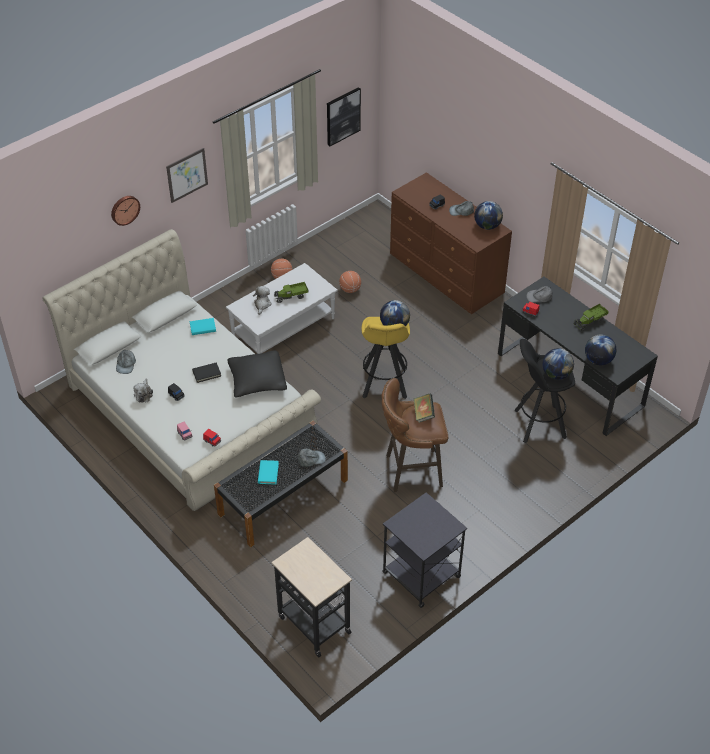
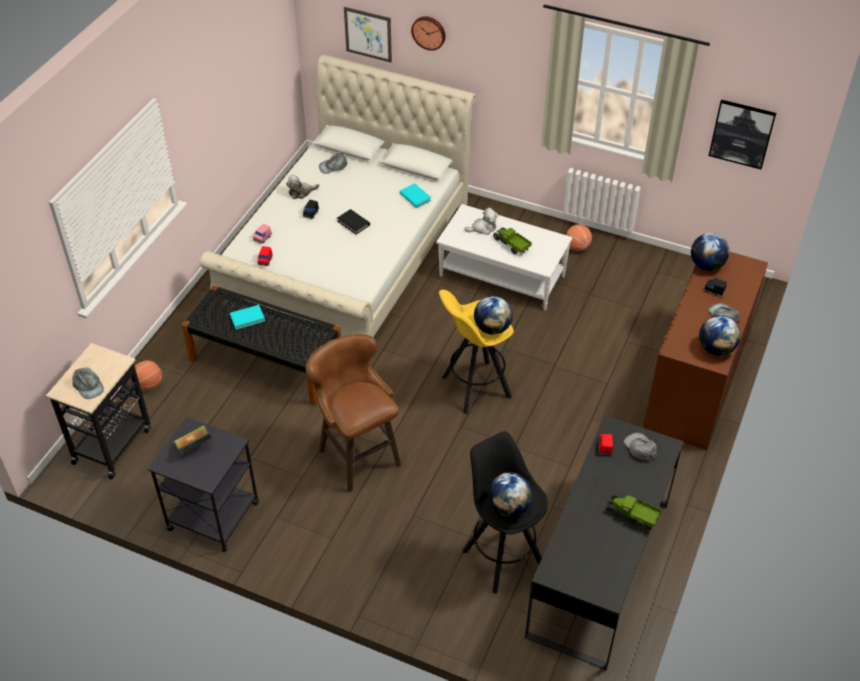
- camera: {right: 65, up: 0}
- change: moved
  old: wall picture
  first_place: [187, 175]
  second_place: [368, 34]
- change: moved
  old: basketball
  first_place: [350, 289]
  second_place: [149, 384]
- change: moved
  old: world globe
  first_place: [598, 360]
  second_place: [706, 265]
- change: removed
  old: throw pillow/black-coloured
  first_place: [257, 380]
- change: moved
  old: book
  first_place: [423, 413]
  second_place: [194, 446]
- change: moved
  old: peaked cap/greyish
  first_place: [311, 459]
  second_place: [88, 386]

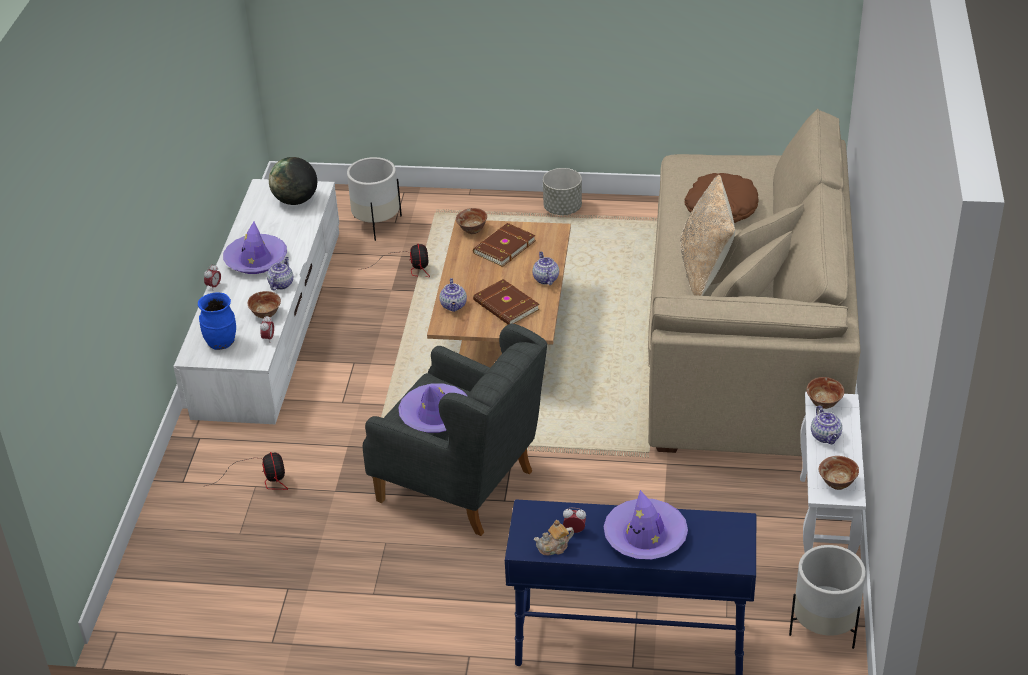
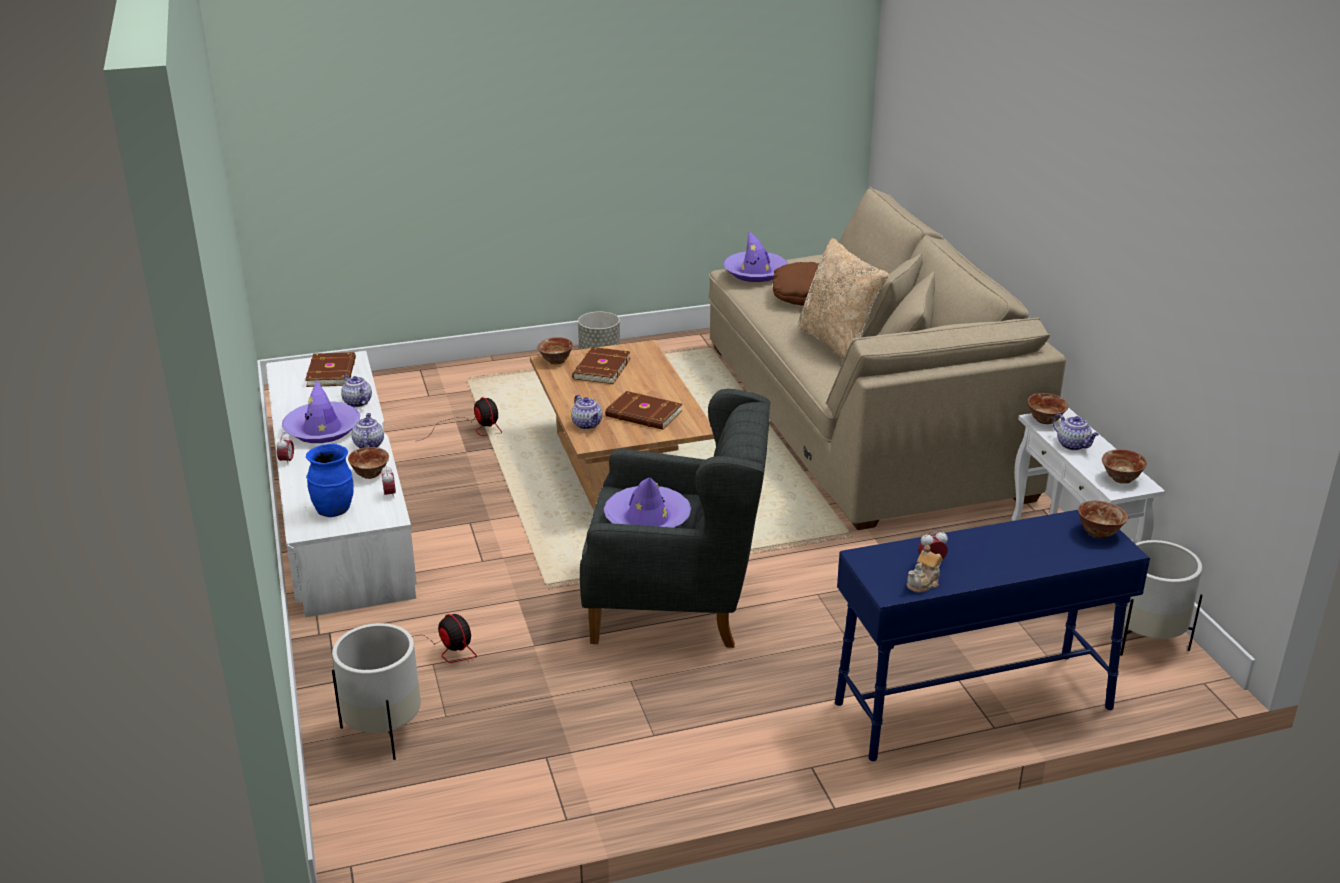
- camera: {right: -25, up: -10}
- change: replaced
  old: world globe
  new: book/brown-coloured
  first_place: [296, 200]
  second_place: [332, 372]
- change: moved
  old: plant pot/white
  first_place: [377, 224]
  second_place: [384, 731]
- change: moved
  old: pot for tea
  first_place: [545, 279]
  second_place: [357, 402]
- change: moved
  old: hat/purple-coloured
  first_place: [645, 536]
  second_place: [755, 273]
- change: added
  new: deep dish
  second_place: [1098, 533]

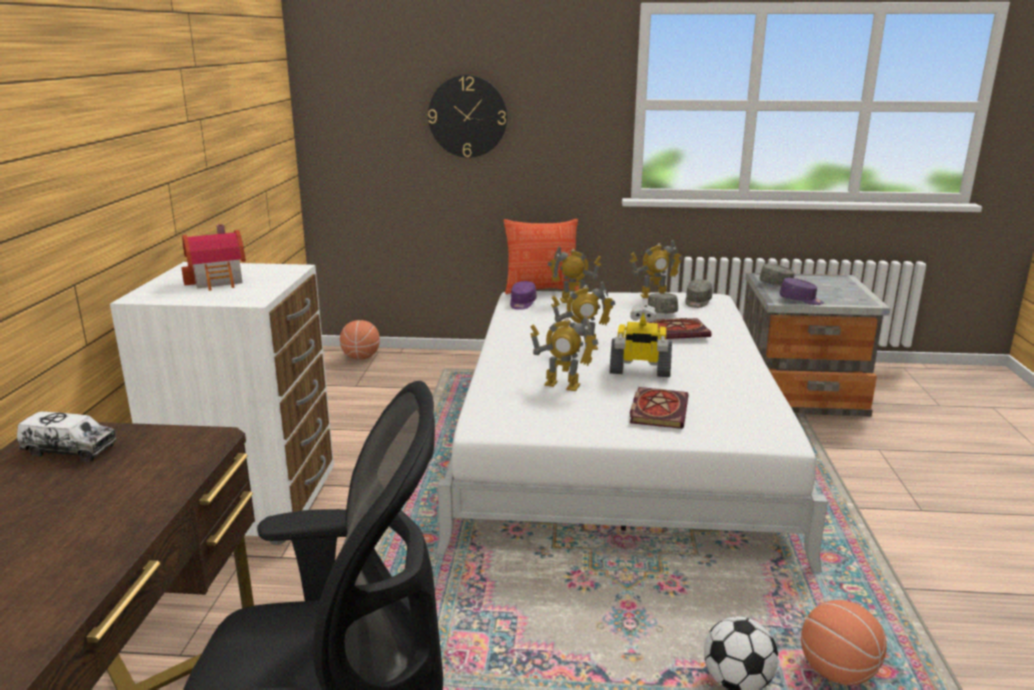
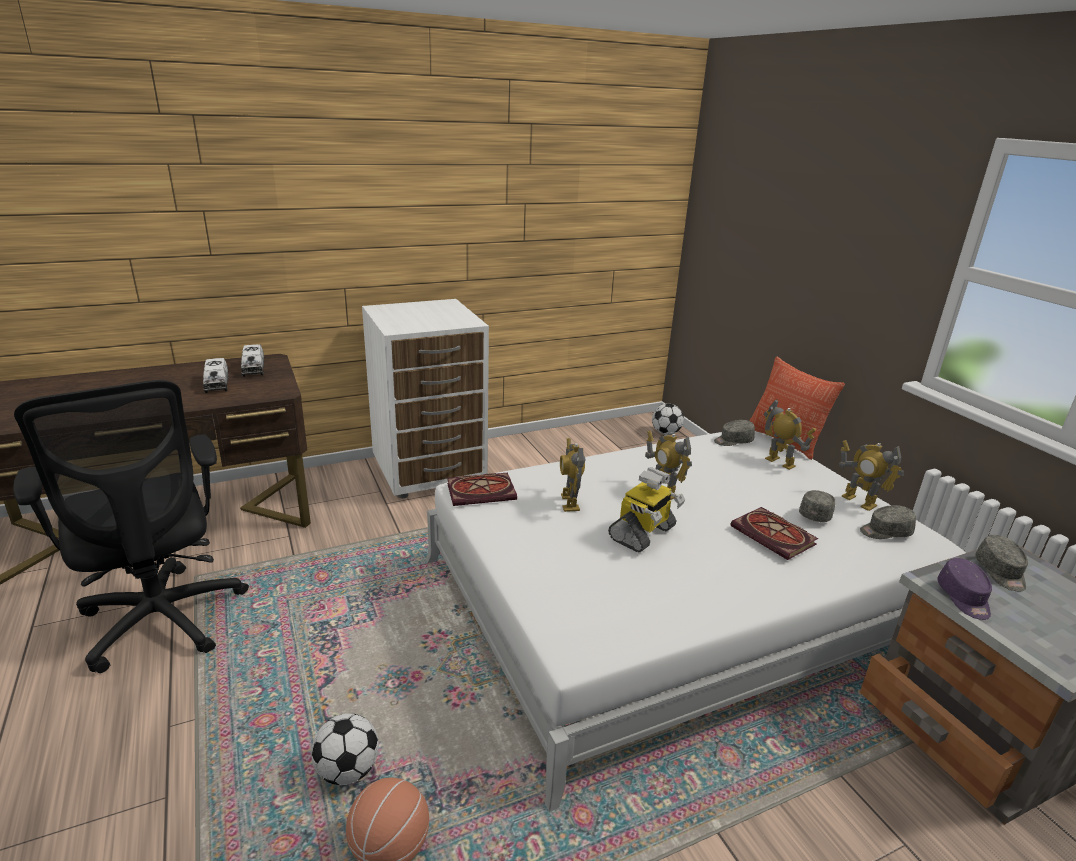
- camera: {right: 60, up: 5}
- change: removed
  old: hanging clock
  first_place: [467, 116]
- change: removed
  old: model house
  first_place: [219, 281]
- change: recoloured
  old: peaked cap/purple-coloured
  new: peaked cap/greyish
  first_place: [522, 303]
  second_place: [733, 441]
- change: turned
  old: toy robot
  first_place: [639, 370]
  second_place: [643, 533]
  degrees: -120
- change: replaced
  old: basketball
  new: football
  first_place: [361, 357]
  second_place: [666, 433]
- change: moved
  old: book
  first_place: [657, 410]
  second_place: [482, 491]
- change: added
  new: toy lorry
  second_place: [217, 384]

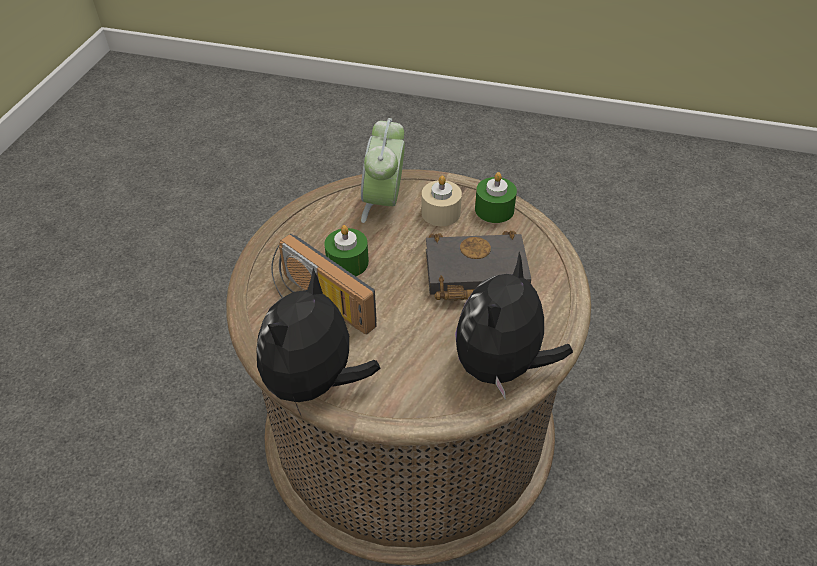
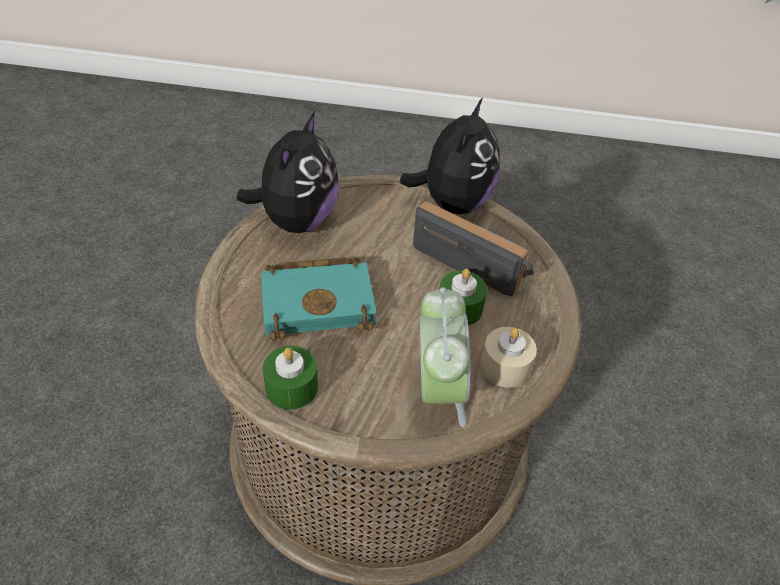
- camera: {right: 170, up: 0}
- change: moved
  old: candle/sand-coloured
  first_place: [441, 213]
  second_place: [505, 366]
- change: recoloured
  old: book/black-coloured
  new: book/turquoise
  first_place: [473, 275]
  second_place: [320, 301]

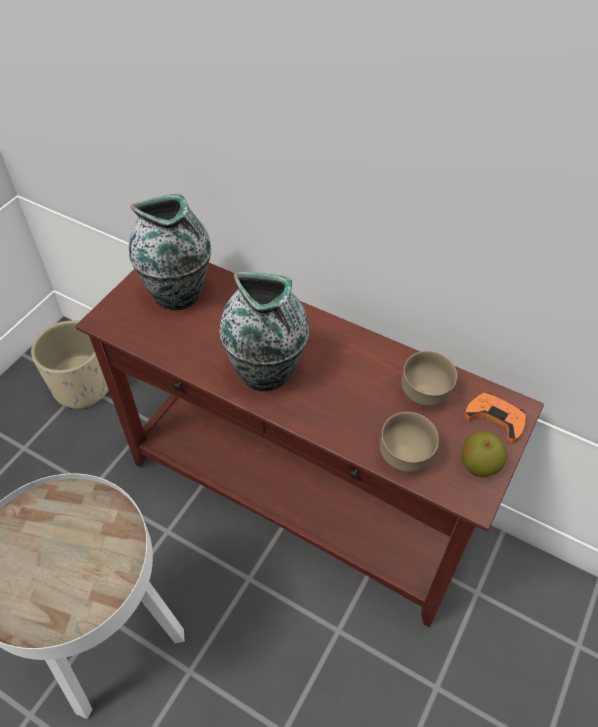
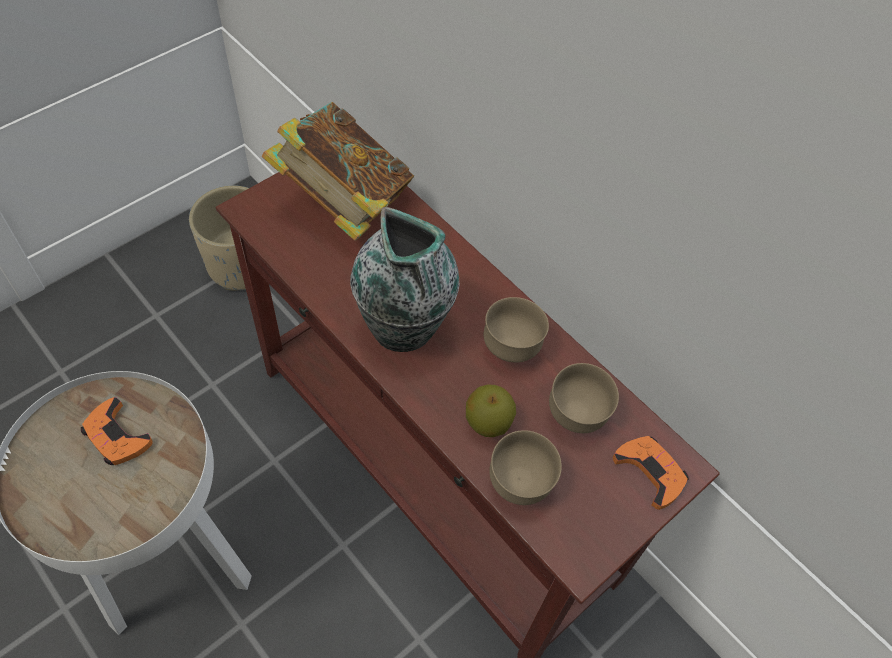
- camera: {right: 15, up: 5}
- change: replaced
  old: flower vase
  new: book
  first_place: [179, 294]
  second_place: [344, 202]
- change: moved
  old: apple
  first_place: [479, 465]
  second_place: [488, 422]
- change: added
  new: deep dish/brown-coloured
  second_place: [511, 347]
- change: added
  new: joypad/orange
  second_place: [116, 436]

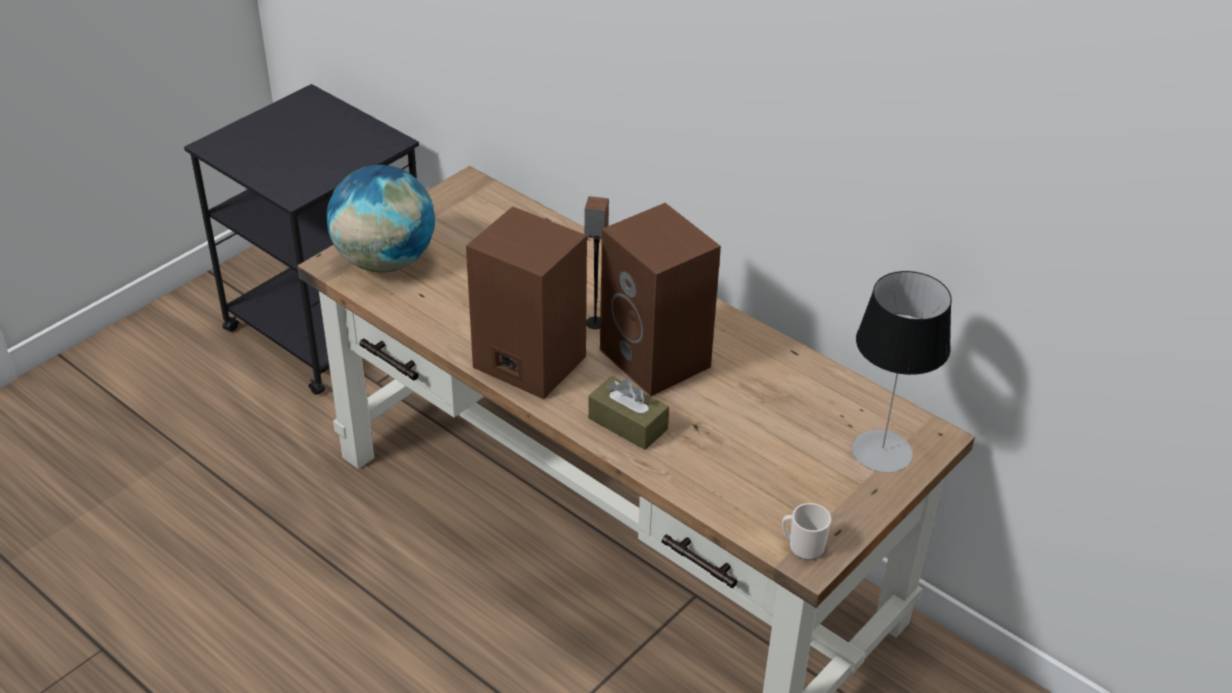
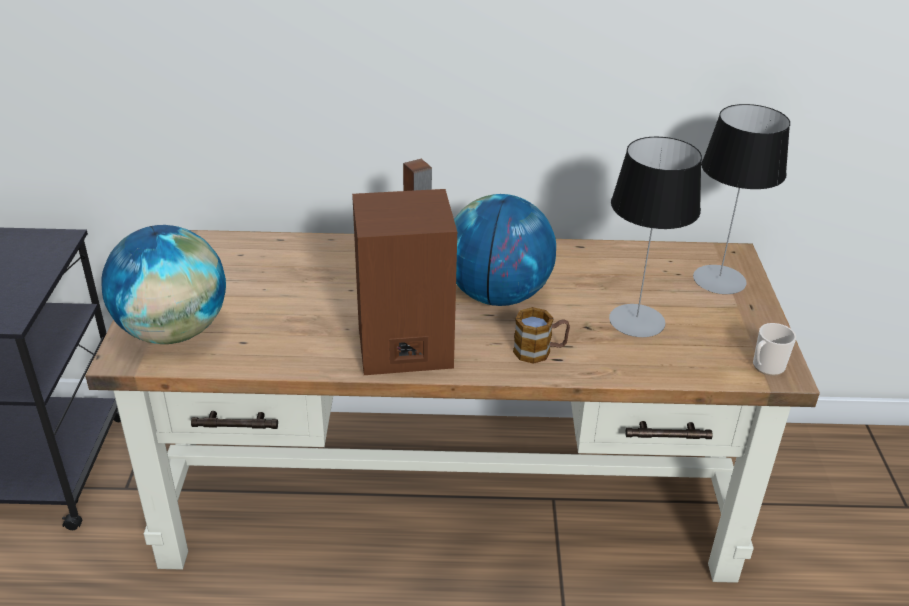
- camera: {right: -40, up: -5}
- change: replaced
  old: loudspeaker/brown-coloured
  new: world globe
  first_place: [658, 359]
  second_place: [497, 295]
- change: replaced
  old: box of tissues/brown-coloured
  new: mug
  first_place: [628, 424]
  second_place: [540, 351]
- change: added
  new: lamp for a table
  second_place: [636, 320]

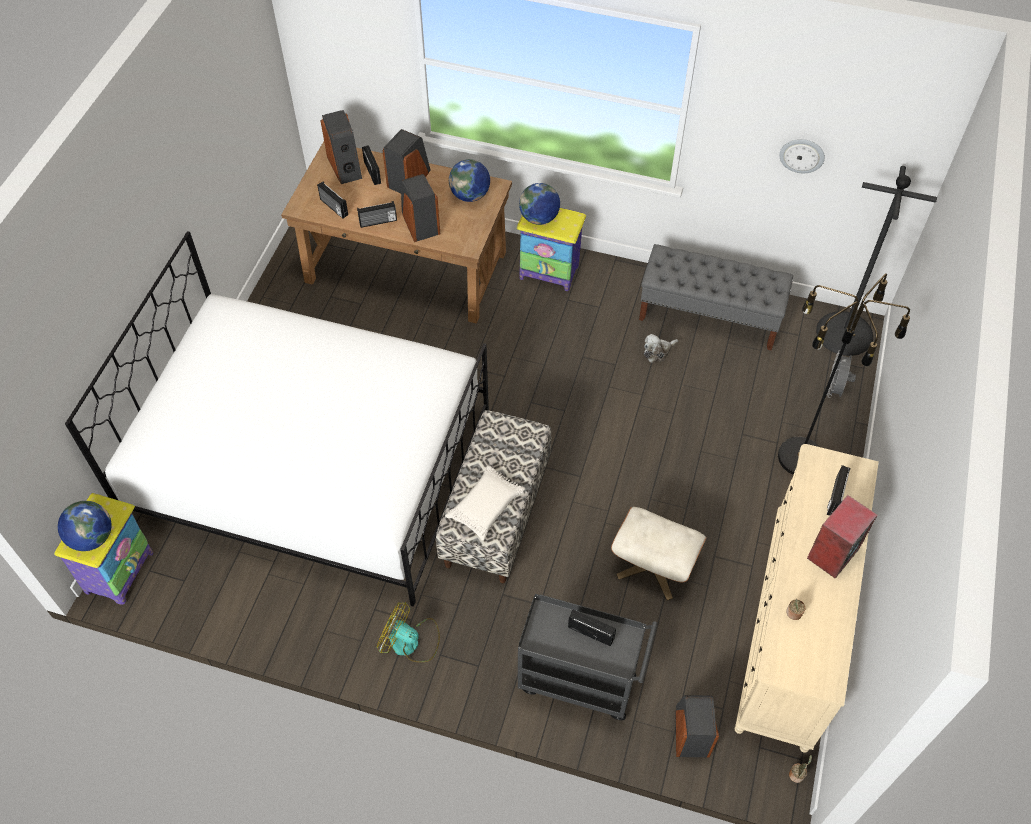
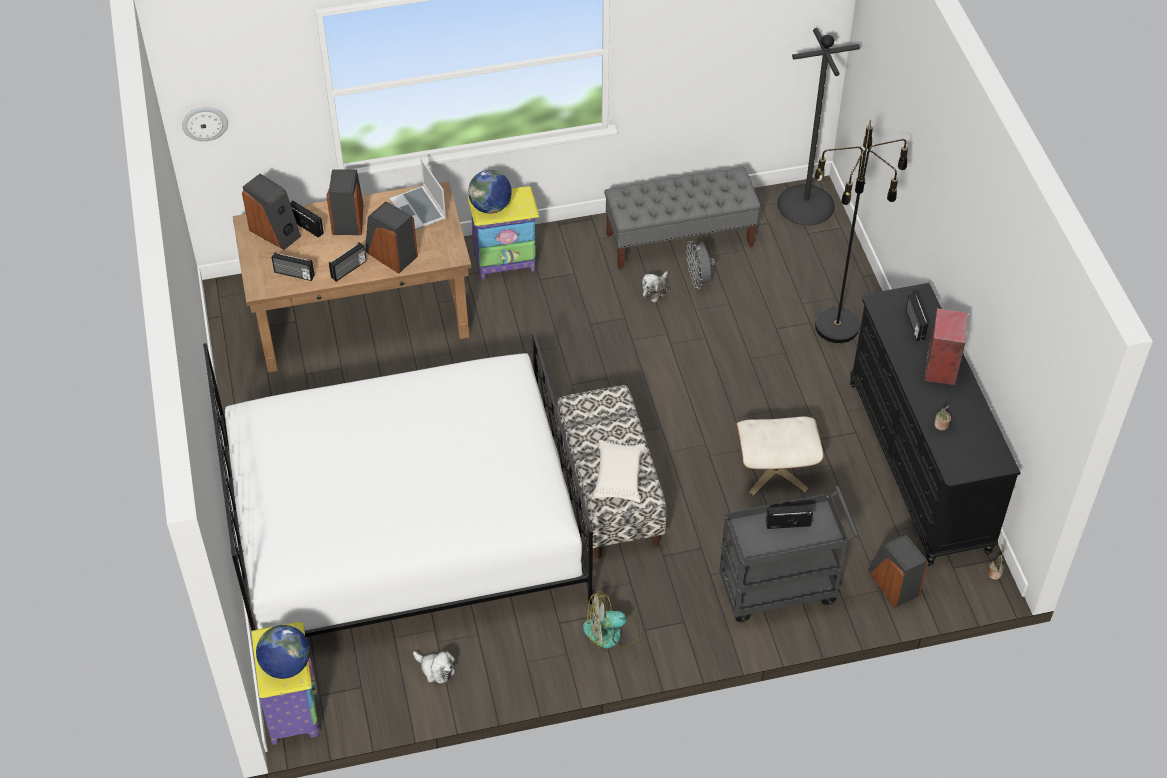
- camera: {right: -30, up: -5}
- change: moved
  old: hanging clock
  first_place: [802, 155]
  second_place: [205, 123]
- change: replaced
  old: world globe
  new: portable computer
  first_place: [470, 195]
  second_place: [419, 210]
- change: moved
  old: cooling fan/greyish
  first_place: [835, 389]
  second_place: [699, 280]
- change: recoloured
  old: drawer chest/sand-coloured
  new: drawer chest/black-coloured
  first_place: [790, 629]
  second_place: [918, 467]
- change: added
  new: plush toy
  second_place: [436, 669]

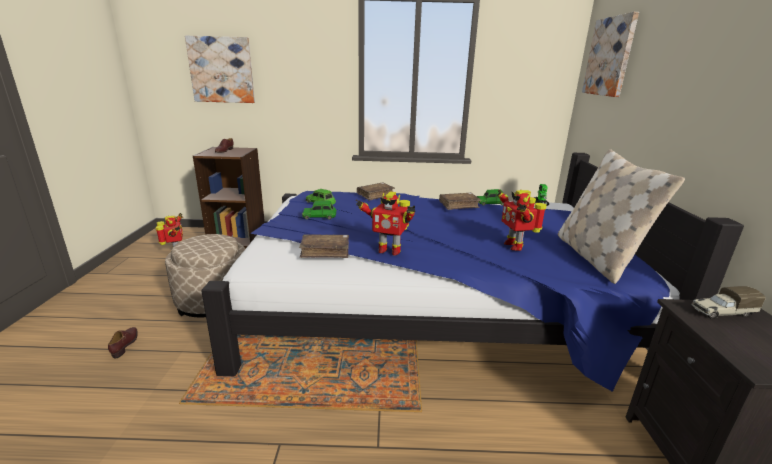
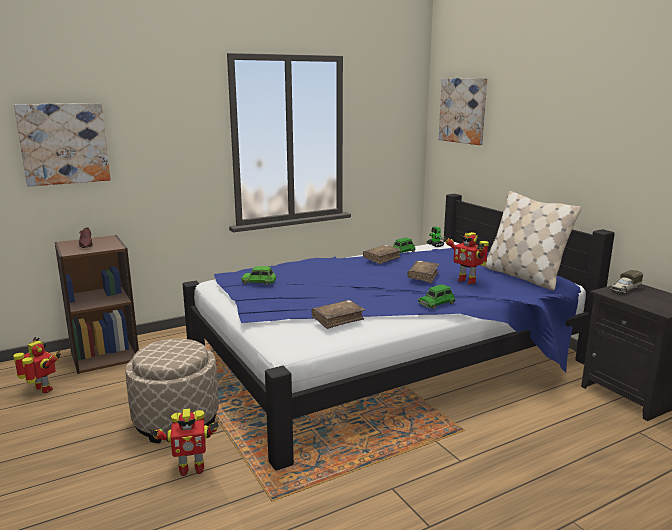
- camera: {right: -30, up: -5}
- change: moved
  old: book/brown-coloured
  first_place: [375, 195]
  second_place: [423, 276]
- change: moved
  old: toy robot
  first_place: [388, 250]
  second_place: [190, 469]
- change: moved
  old: toy car/green-coloured
  first_place: [319, 216]
  second_place: [436, 303]
- change: removed
  old: shoe/brown-coloured
  first_place: [125, 344]

